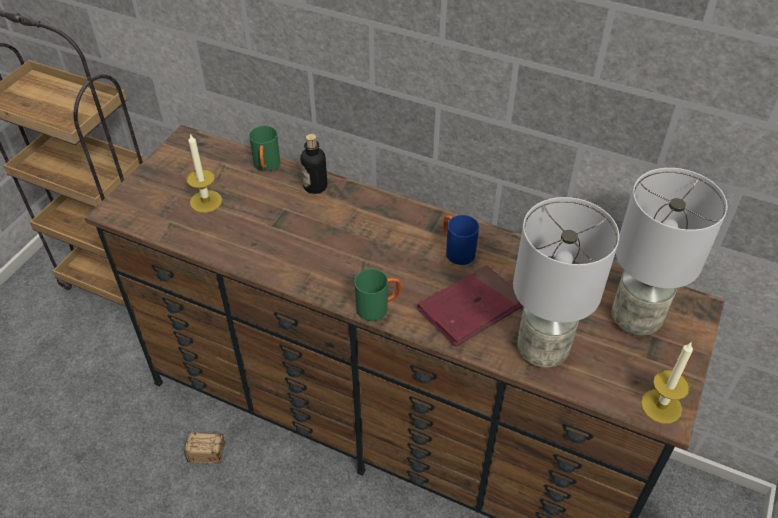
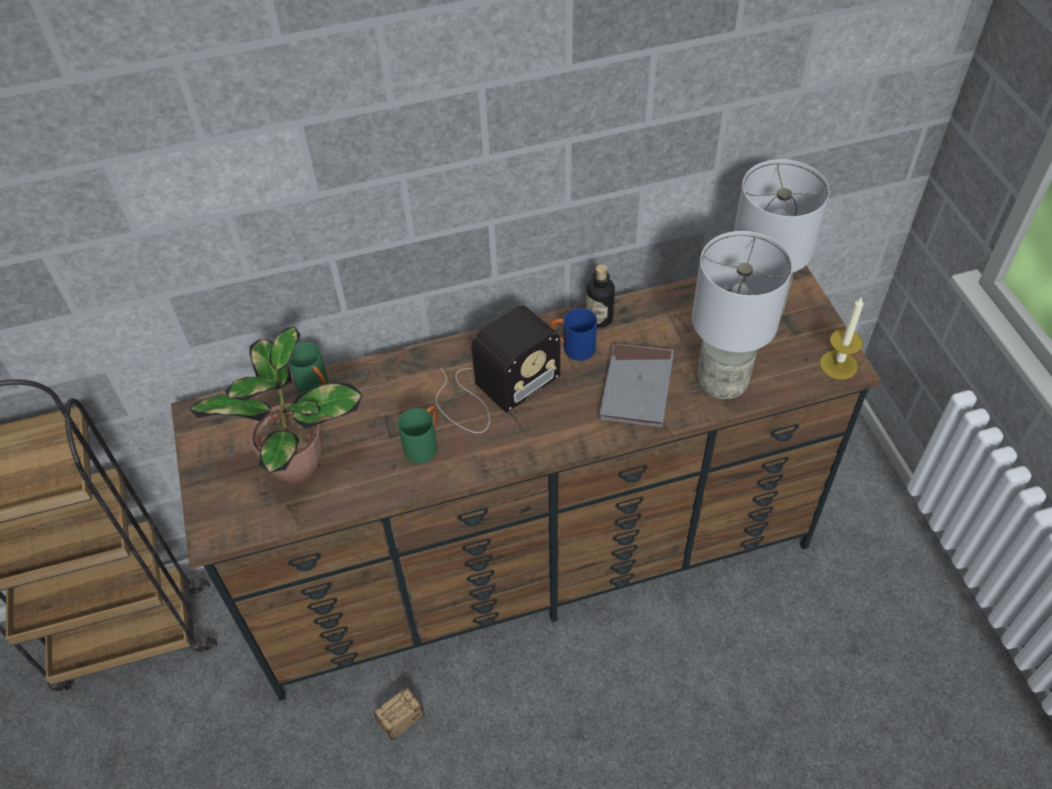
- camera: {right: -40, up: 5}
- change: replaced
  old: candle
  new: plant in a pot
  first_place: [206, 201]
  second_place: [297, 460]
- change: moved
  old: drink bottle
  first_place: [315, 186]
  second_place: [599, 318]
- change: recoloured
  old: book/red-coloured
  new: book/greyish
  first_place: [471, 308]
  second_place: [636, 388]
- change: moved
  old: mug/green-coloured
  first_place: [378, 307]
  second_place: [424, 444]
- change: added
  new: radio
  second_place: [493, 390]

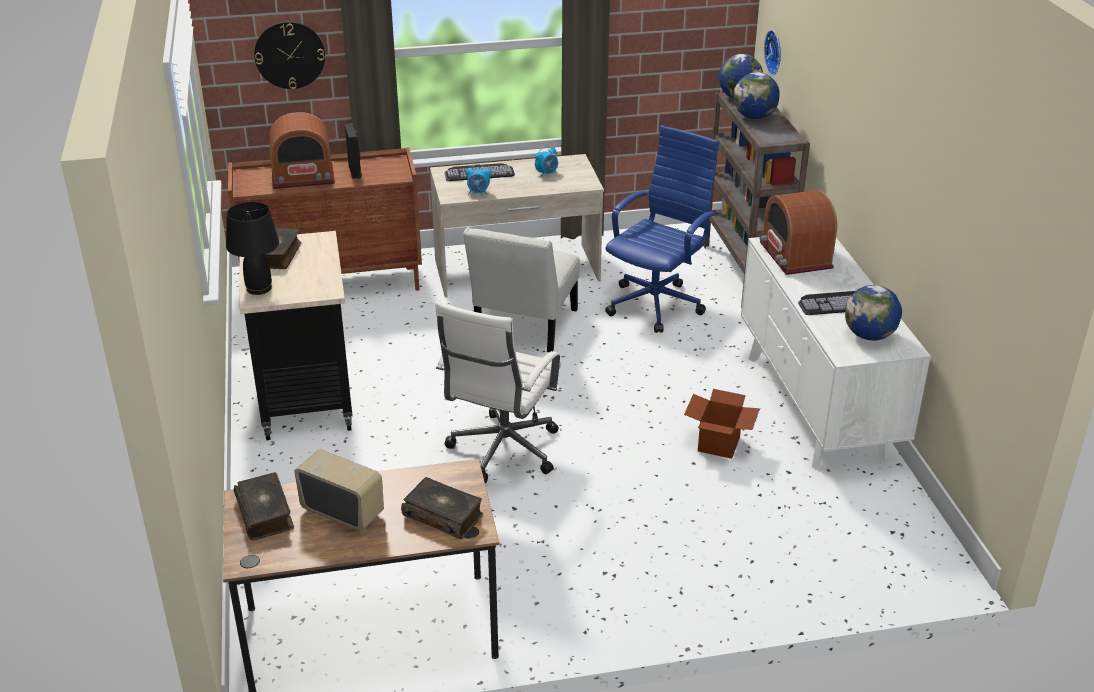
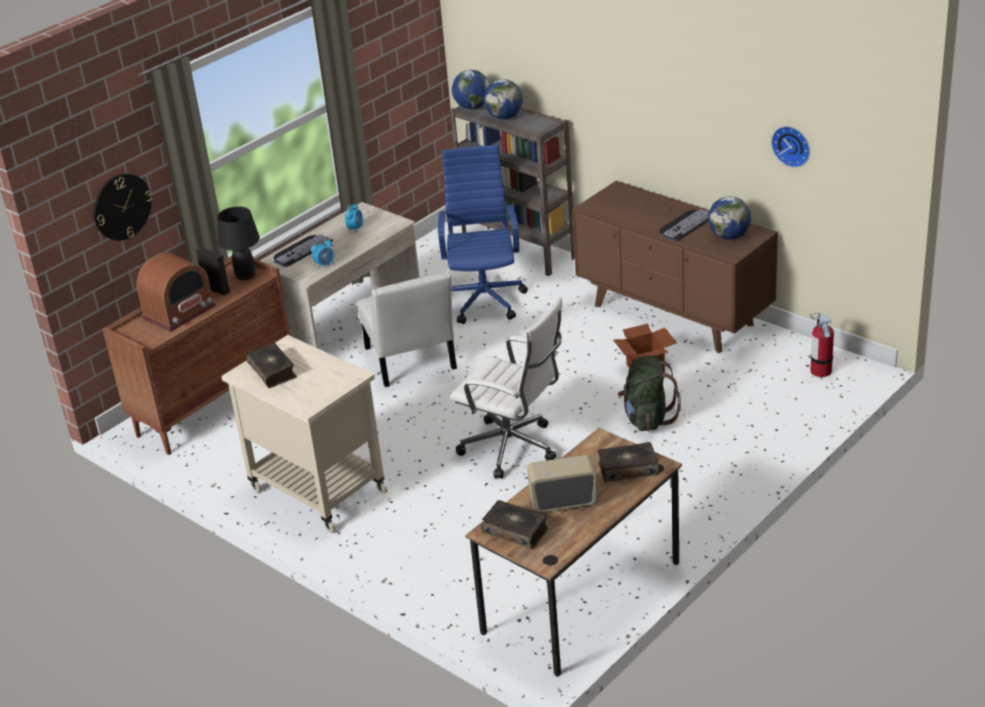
- camera: {right: -35, up: 0}
- change: moved
  old: hanging clock
  first_place: [775, 52]
  second_place: [792, 145]
- change: removed
  old: radio
  first_place: [795, 255]
- change: moved
  old: lamp for a table/black-coloured
  first_place: [259, 288]
  second_place: [246, 275]
- change: recoloured
  old: trolley/black-coloured
  new: trolley/sand-coloured
  first_place: [305, 398]
  second_place: [317, 491]
- change: recoloured
  old: drawer chest/white
  new: drawer chest/brown-coloured
  first_place: [817, 405]
  second_place: [674, 314]
- change: turned
  old: computer chair/white
  first_place: [502, 453]
  second_place: [514, 449]
  degrees: -45
- change: added
  new: extinguisher
  second_place: [820, 370]
- change: added
  new: knapsack/green-coloured
  second_place: [647, 418]

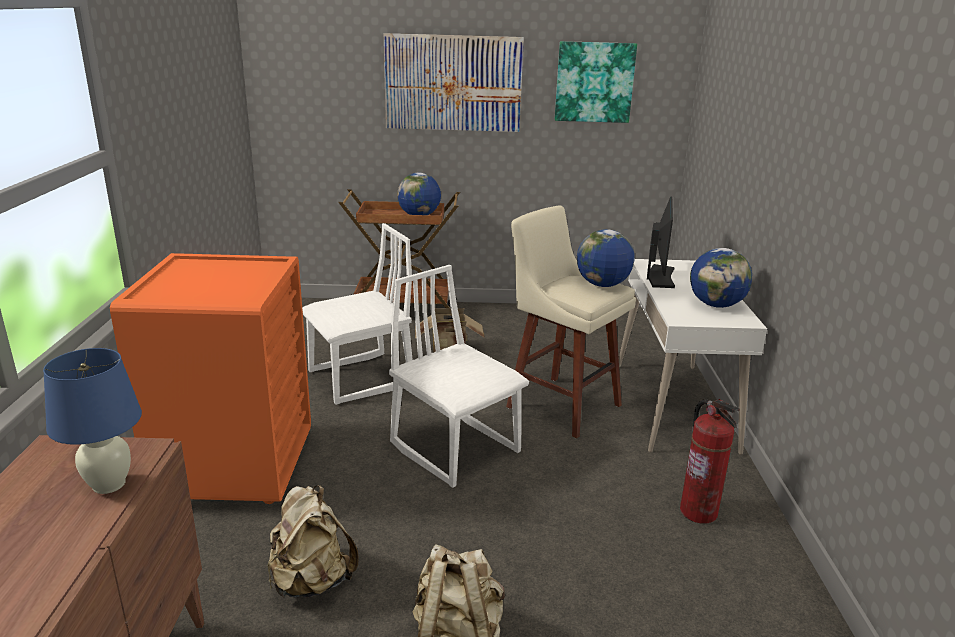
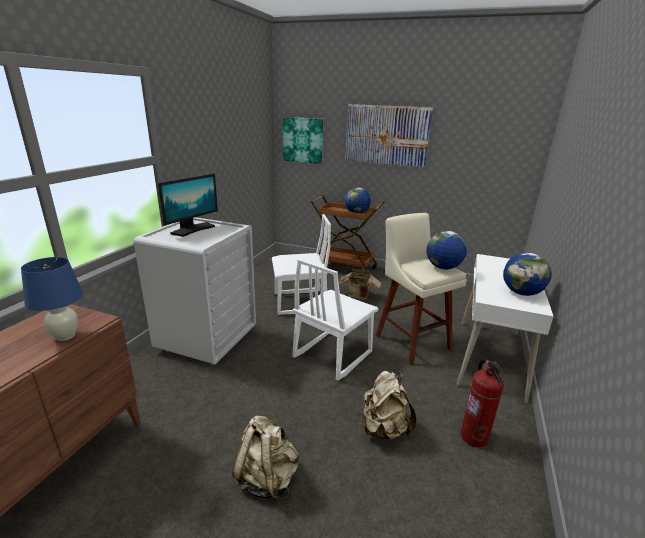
- camera: {right: 20, up: 0}
- change: moved
  old: wall picture
  first_place: [594, 82]
  second_place: [303, 140]
- change: moved
  old: computer display
  first_place: [660, 277]
  second_place: [193, 229]
- change: recoloured
  old: drawer chest/orange
  new: drawer chest/greyish
  first_place: [236, 469]
  second_place: [207, 340]
- change: turned
  old: plain chair/white
  first_place: [456, 448]
  second_place: [332, 354]
  degrees: -120
- change: moved
  old: knapsack/sand-coloured
  first_place: [311, 581]
  second_place: [384, 429]

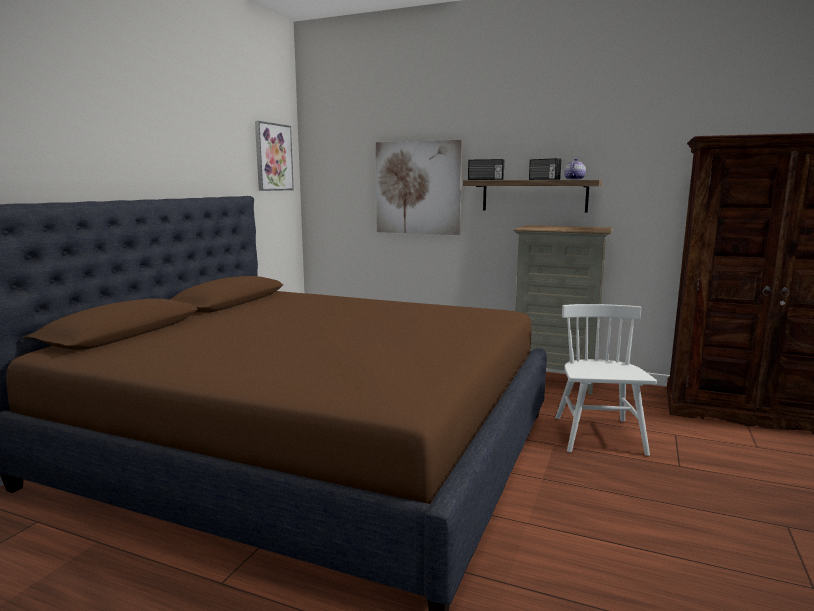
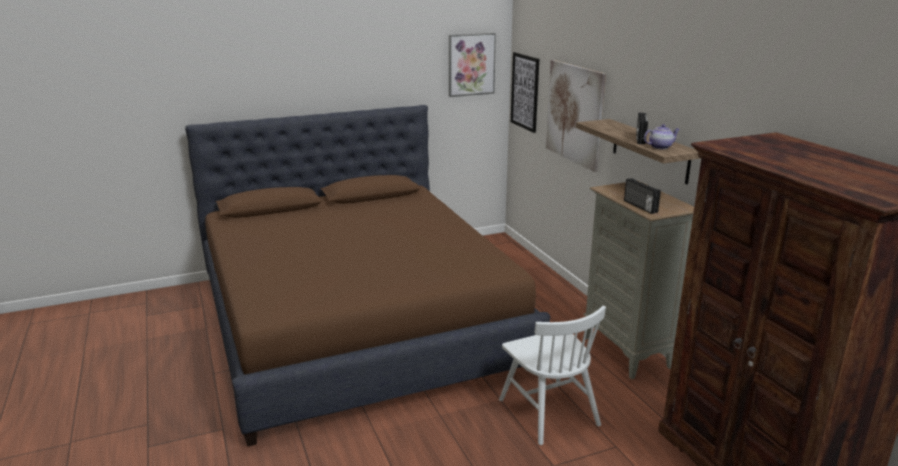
- camera: {right: 45, up: 10}
- change: moved
  old: radio
  first_place: [485, 179]
  second_place: [639, 206]
- change: turned
  old: plain chair/white
  first_place: [598, 435]
  second_place: [548, 412]
  degrees: 105
- change: added
  new: wall picture
  second_place: [525, 92]

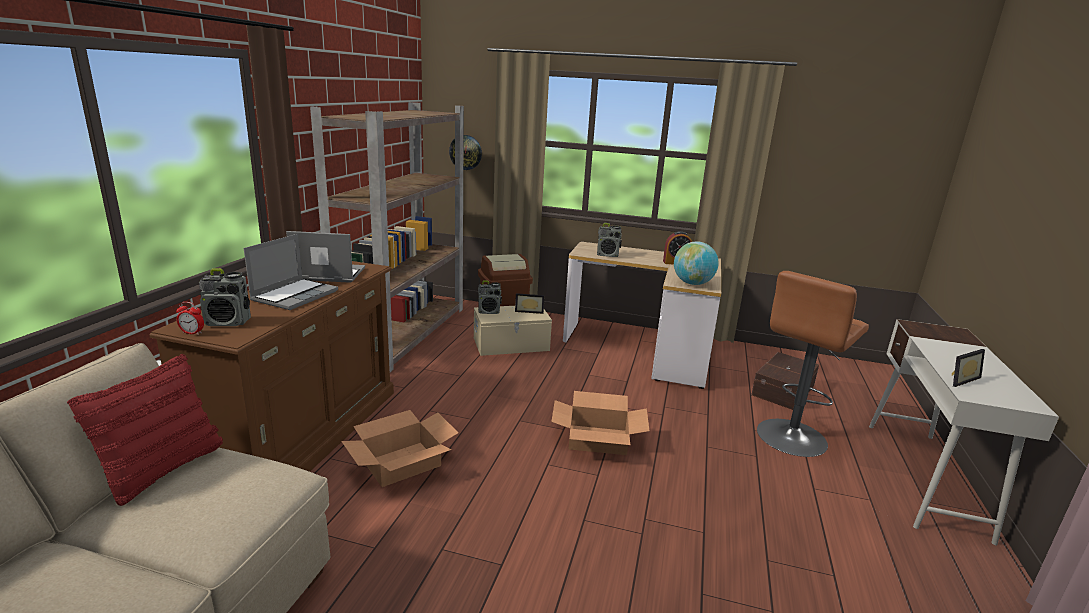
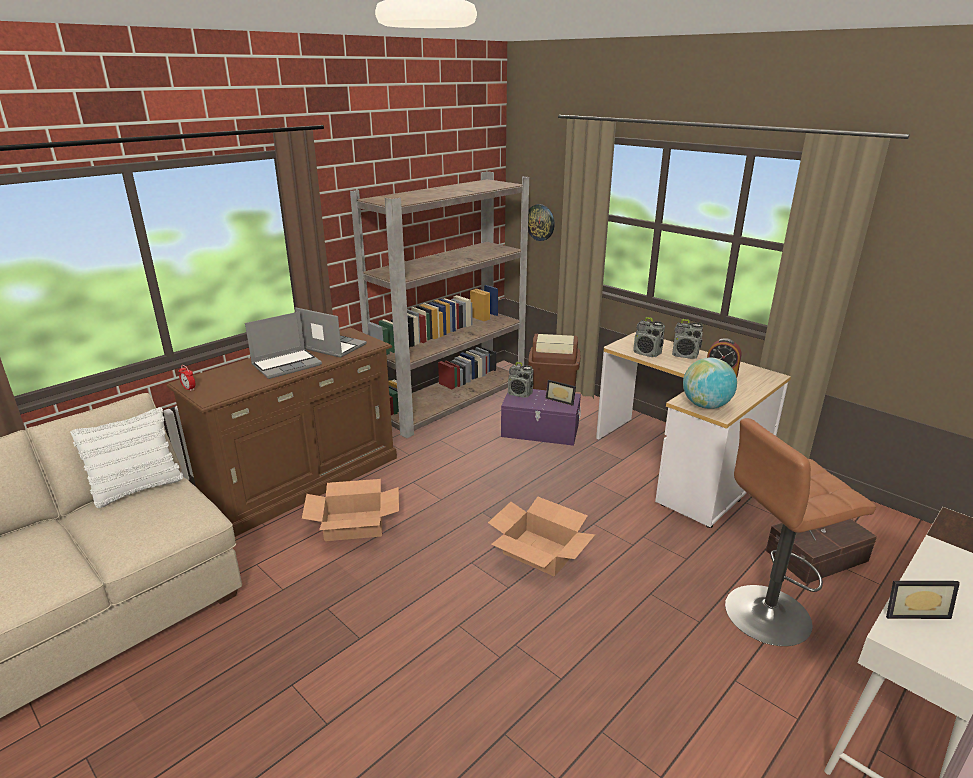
- camera: {right: 30, up: 5}
- change: moved
  old: radio
  first_place: [228, 322]
  second_place: [685, 355]
- change: recoloured
  old: storage container/sand-coloured
  new: storage container/purple-coloured
  first_place: [511, 344]
  second_place: [540, 431]
- change: recoloured
  old: throw pillow/red-coloured
  new: throw pillow/white
  first_place: [163, 470]
  second_place: [138, 489]

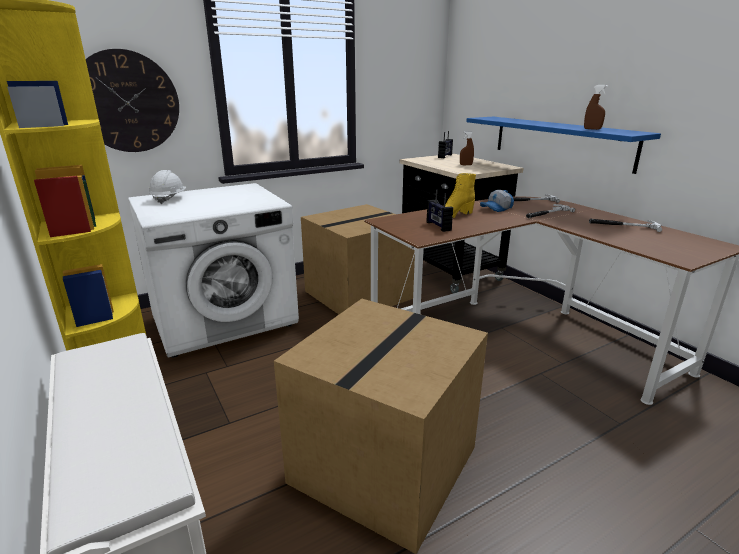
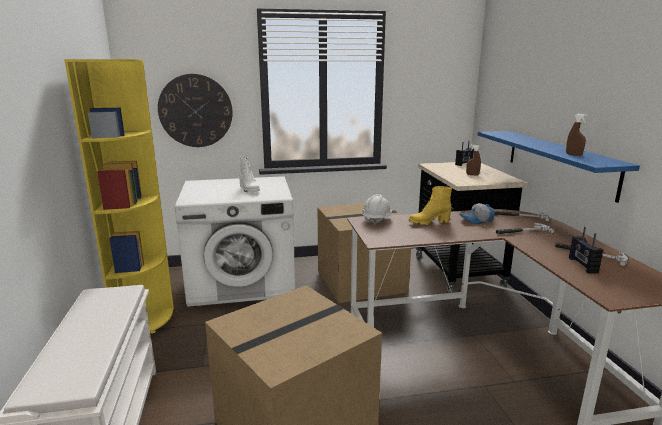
- camera: {right: 20, up: -5}
- change: moved
  old: safety helmet/white
  first_place: [169, 199]
  second_place: [376, 220]
- change: moved
  old: radio
  first_place: [438, 226]
  second_place: [582, 265]
- change: added
  new: high-top boot/white
  second_place: [249, 189]

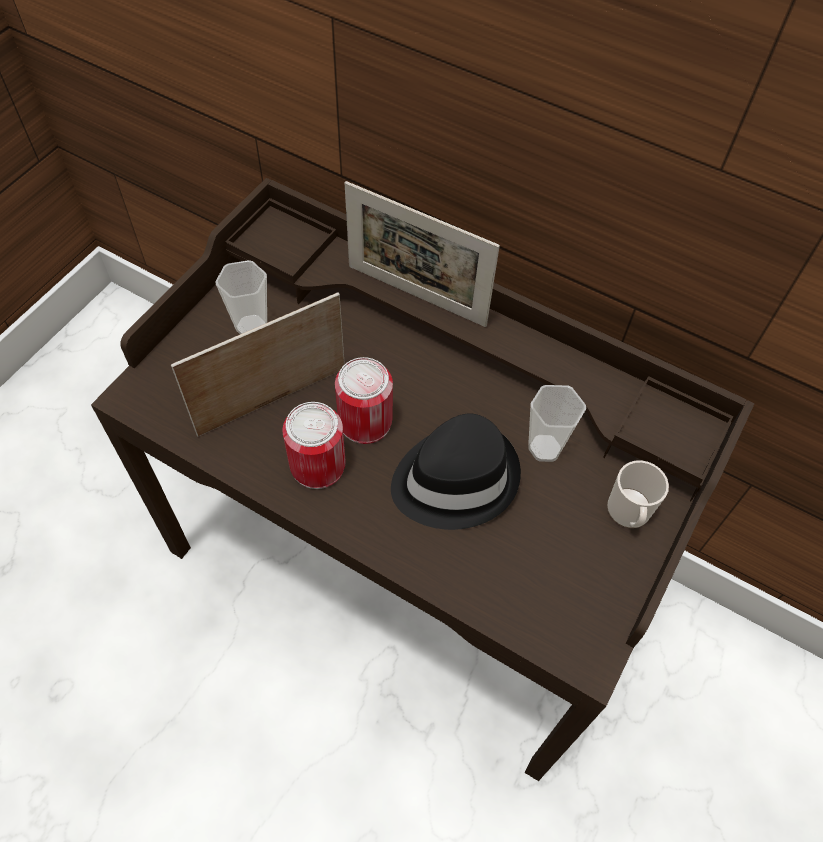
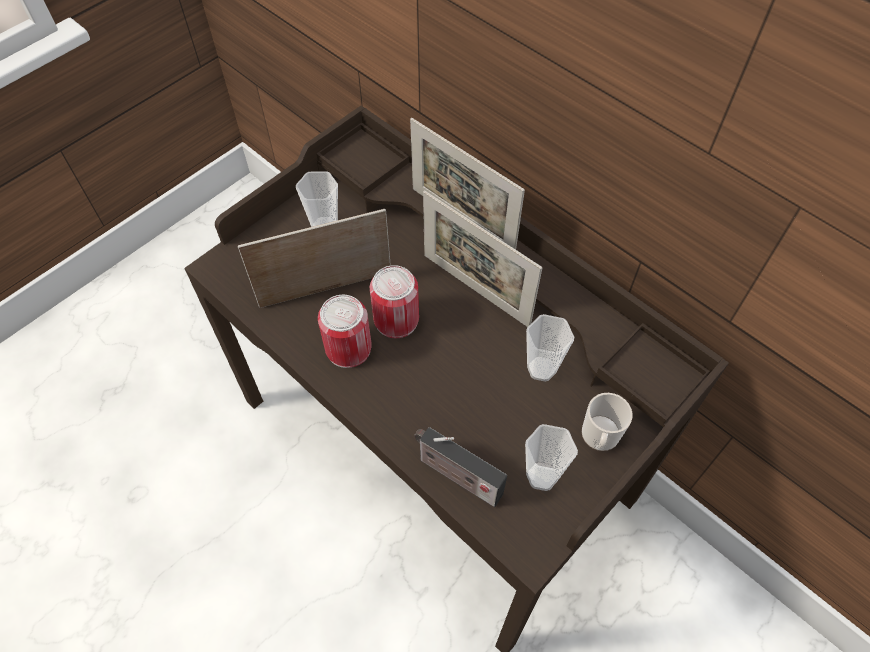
- camera: {right: 15, up: 0}
- change: removed
  old: hat/black-coloured
  first_place: [454, 478]
- change: added
  new: picture frame
  second_place: [475, 290]
- change: added
  new: cup
  second_place: [542, 476]
- change: added
  new: radio
  second_place: [456, 475]

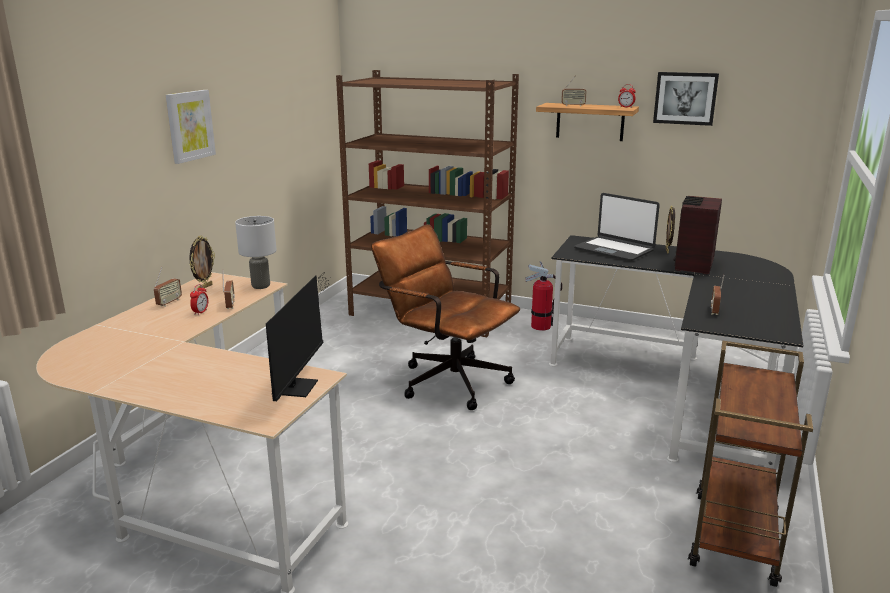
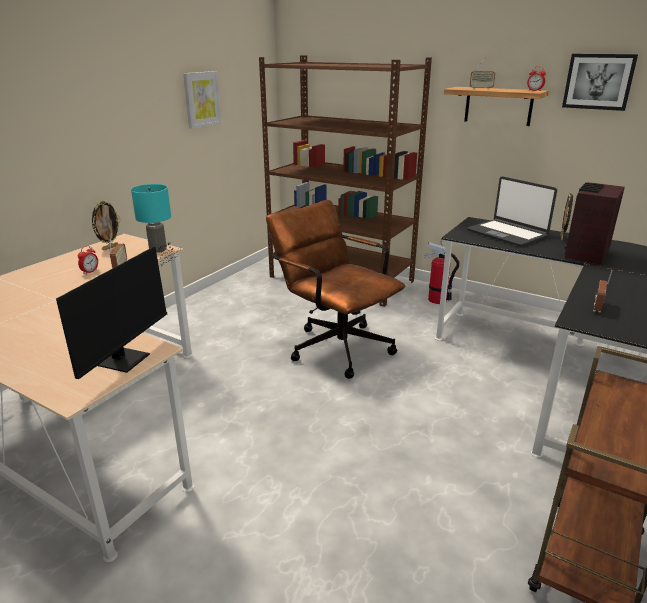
- camera: {right: 10, up: 5}
- change: moved
  old: wall picture
  first_place: [189, 125]
  second_place: [201, 99]
- change: recoloured
  old: lamp for a table/white
  new: lamp for a table/turquoise
  first_place: [261, 286]
  second_place: [158, 250]
- change: removed
  old: radio
  first_place: [169, 303]

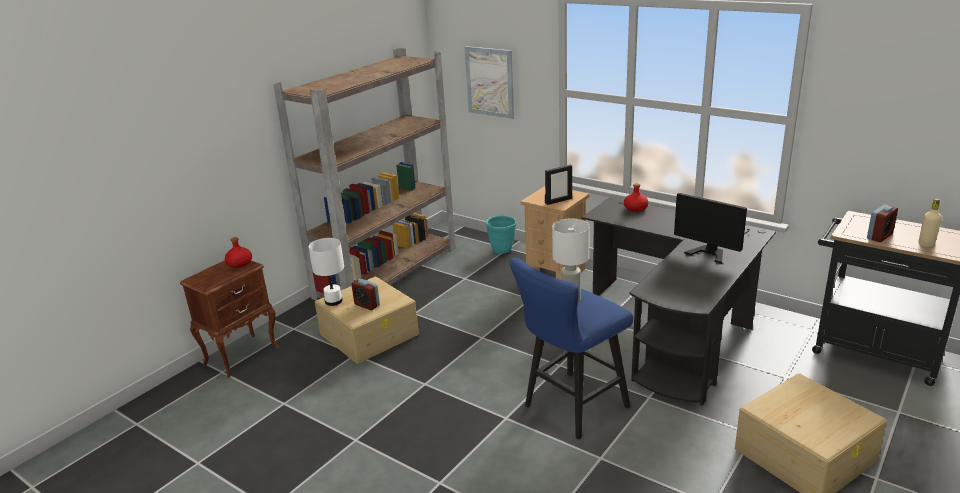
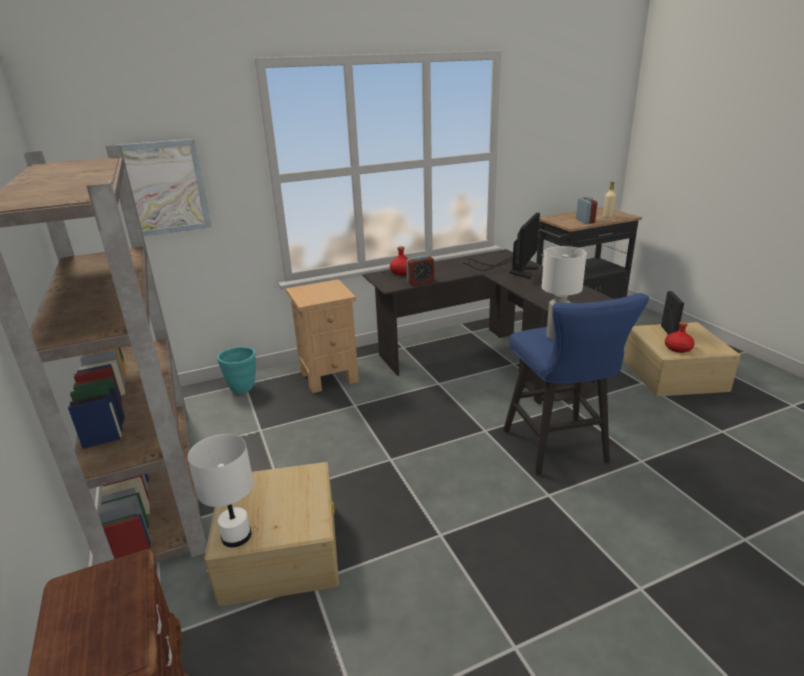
- camera: {right: -60, up: 0}
- change: moved
  old: picture frame
  first_place: [558, 201]
  second_place: [667, 332]
- change: turned
  old: computer display
  first_place: [713, 249]
  second_place: [512, 270]
  degrees: -45
- change: moved
  old: drink bottle/red-coloured
  first_place: [239, 263]
  second_place: [678, 348]
- change: moved
  old: table clock
  first_place: [367, 305]
  second_place: [420, 282]

